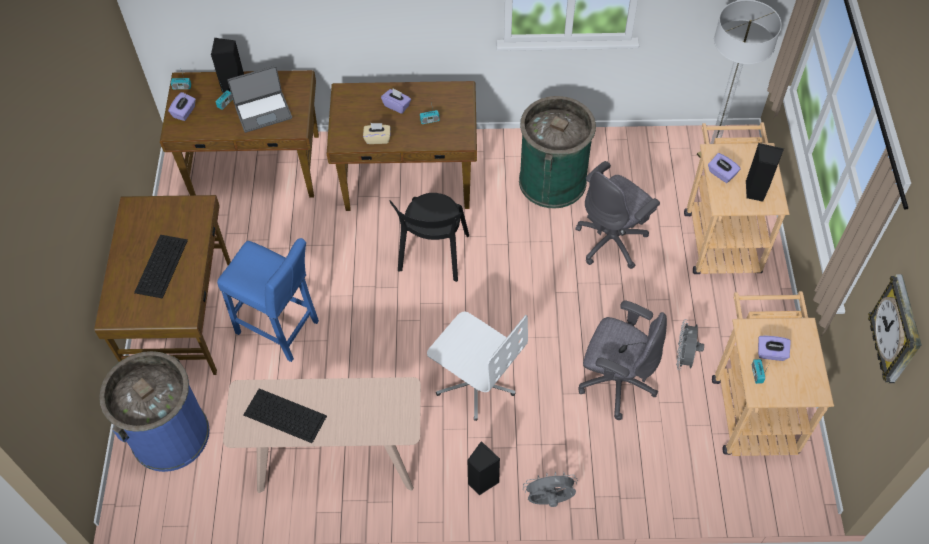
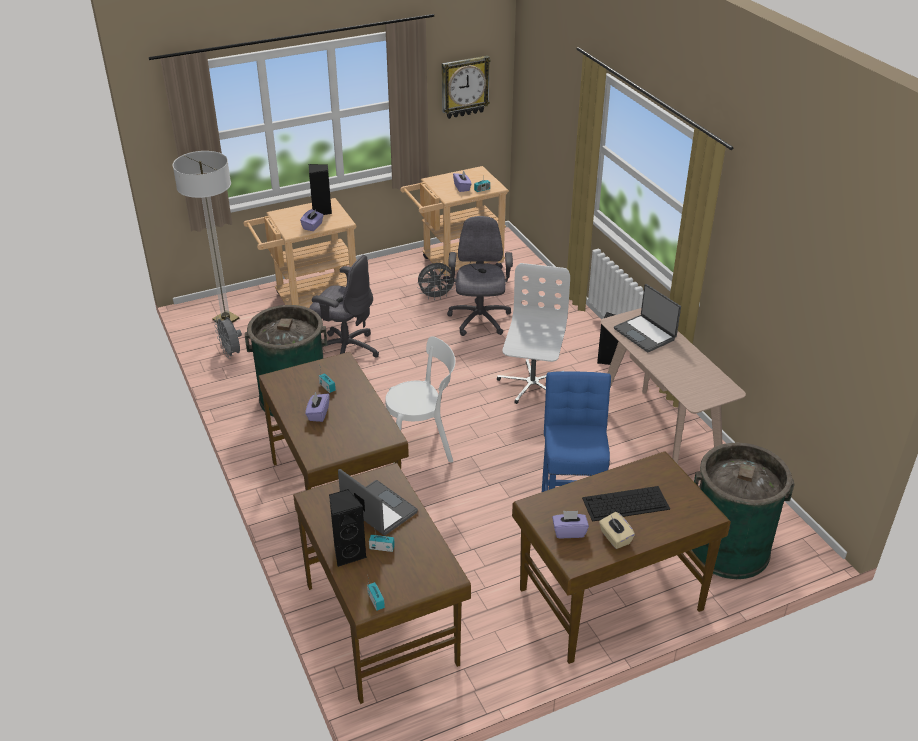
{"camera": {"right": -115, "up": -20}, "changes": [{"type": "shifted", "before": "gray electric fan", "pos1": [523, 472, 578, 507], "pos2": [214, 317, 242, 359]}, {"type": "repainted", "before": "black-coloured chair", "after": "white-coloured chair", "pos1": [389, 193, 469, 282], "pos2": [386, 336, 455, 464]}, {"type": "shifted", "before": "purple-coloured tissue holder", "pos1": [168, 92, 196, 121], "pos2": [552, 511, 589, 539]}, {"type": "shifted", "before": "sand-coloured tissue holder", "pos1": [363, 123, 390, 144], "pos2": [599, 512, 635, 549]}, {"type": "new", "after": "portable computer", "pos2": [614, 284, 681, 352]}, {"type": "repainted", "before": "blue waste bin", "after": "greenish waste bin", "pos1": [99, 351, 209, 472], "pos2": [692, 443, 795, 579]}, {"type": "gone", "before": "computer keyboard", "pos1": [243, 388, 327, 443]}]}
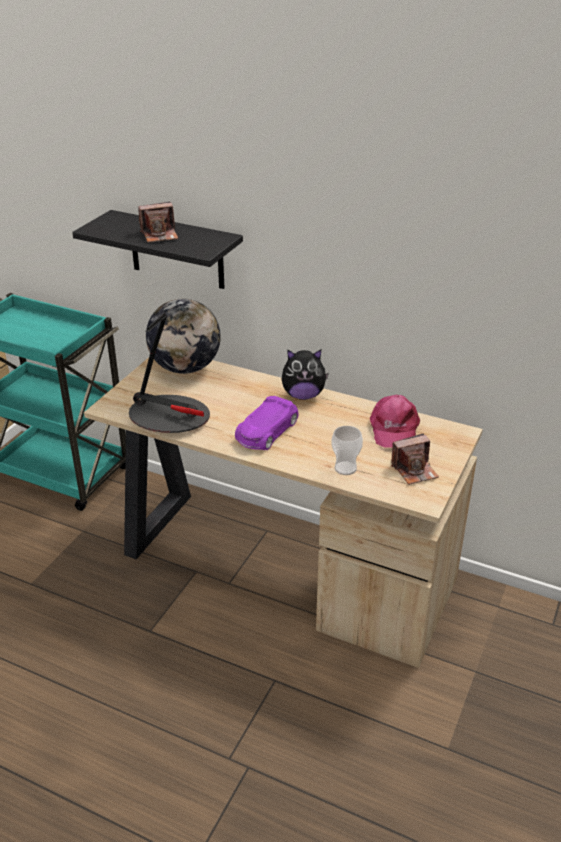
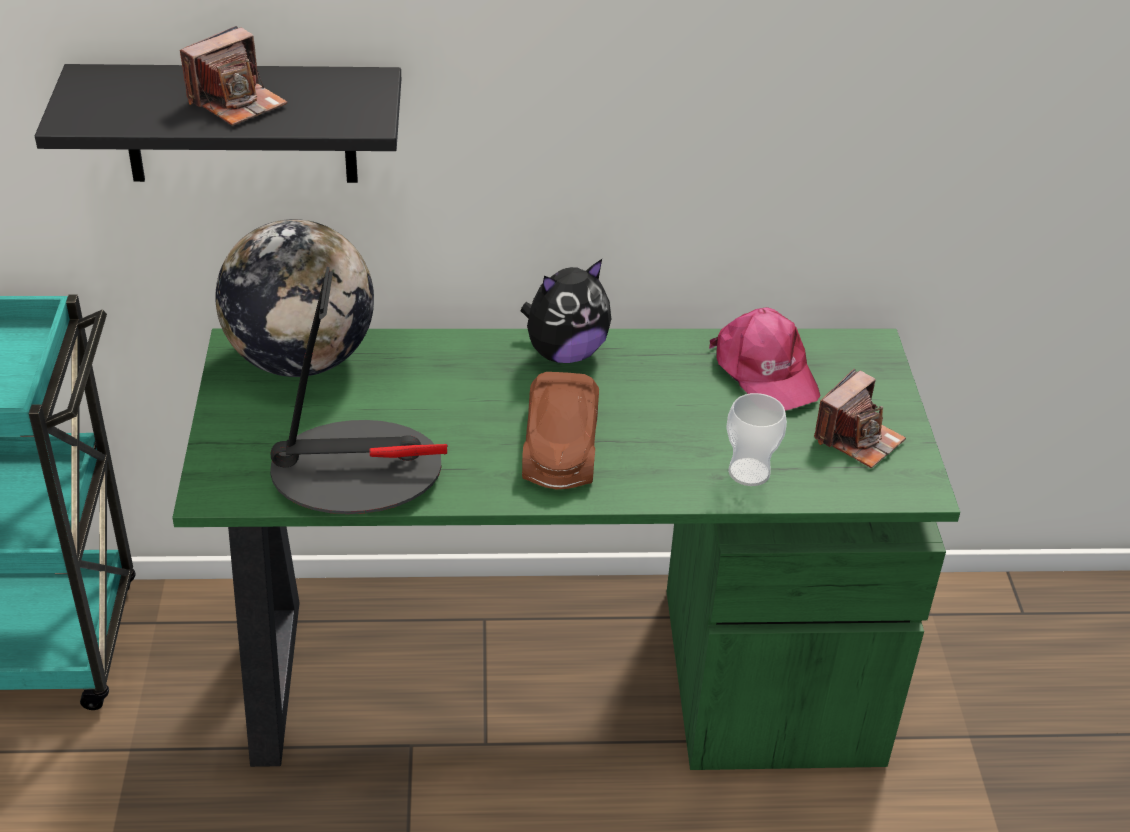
{"camera": {"right": -30, "up": 5}, "changes": [{"type": "repainted", "before": "sand-coloured desk table", "after": "greenish desk table", "pos1": [84, 358, 483, 668], "pos2": [172, 329, 960, 770]}, {"type": "repainted", "before": "purple-coloured toy car", "after": "brown toy car", "pos1": [235, 396, 298, 450], "pos2": [522, 372, 599, 489]}]}
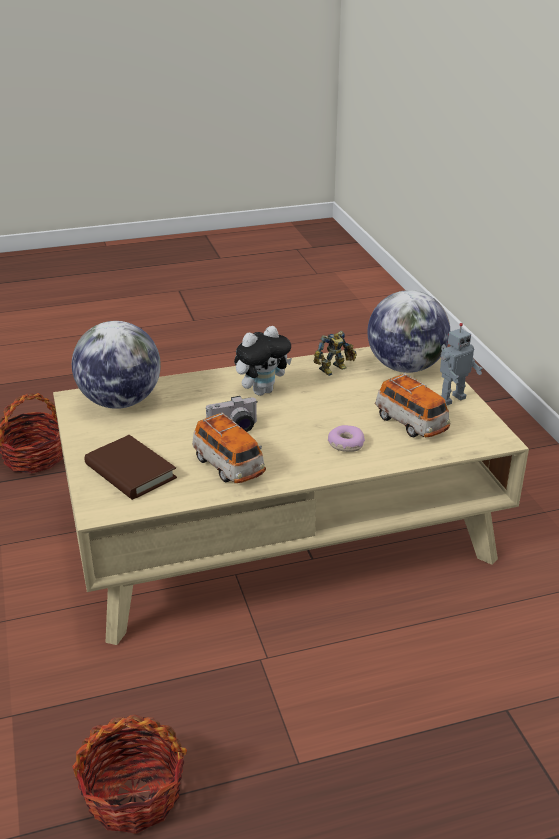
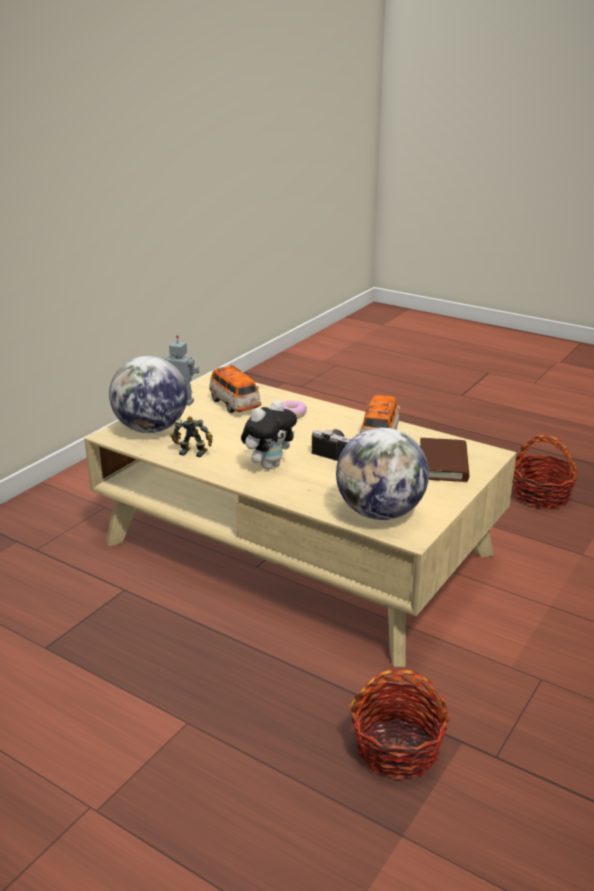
{"camera": {"right": -130, "up": -5}, "changes": [{"type": "rotated", "before": "toy car", "pos1": [375, 373, 450, 437], "pos2": [209, 364, 261, 413], "turn": 135}, {"type": "rotated", "before": "plush toy", "pos1": [234, 326, 292, 396], "pos2": [241, 400, 297, 469], "turn": 120}]}
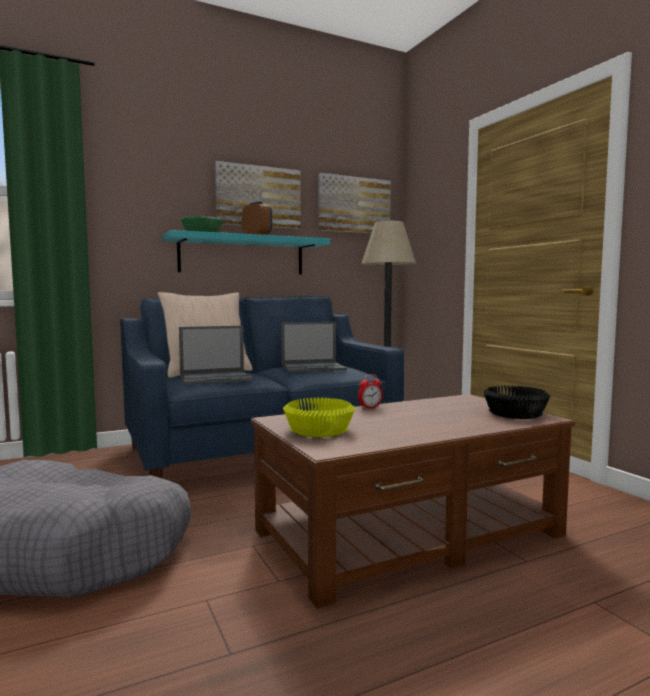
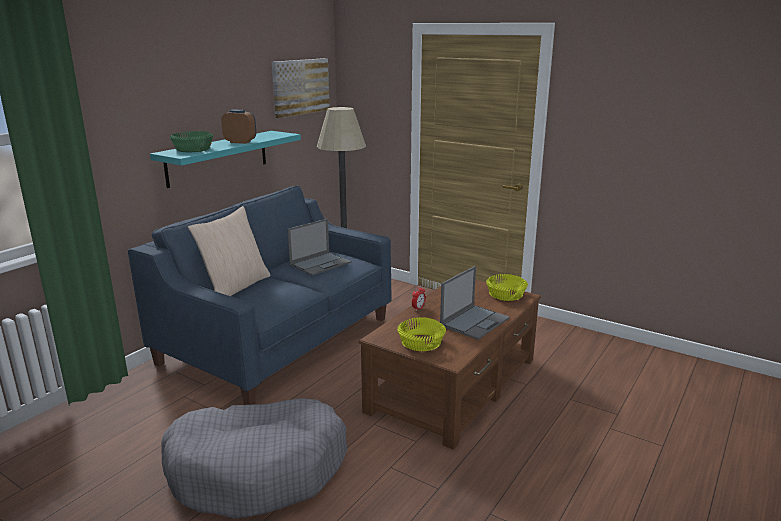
{"camera": {"right": -30, "up": 15}, "changes": [{"type": "shifted", "before": "portable computer", "pos1": [179, 326, 253, 384], "pos2": [440, 266, 510, 340]}, {"type": "repainted", "before": "black-coloured bowl", "after": "yellow bowl", "pos1": [483, 385, 550, 419], "pos2": [486, 274, 528, 301]}, {"type": "gone", "before": "picture", "pos1": [215, 161, 301, 229]}]}
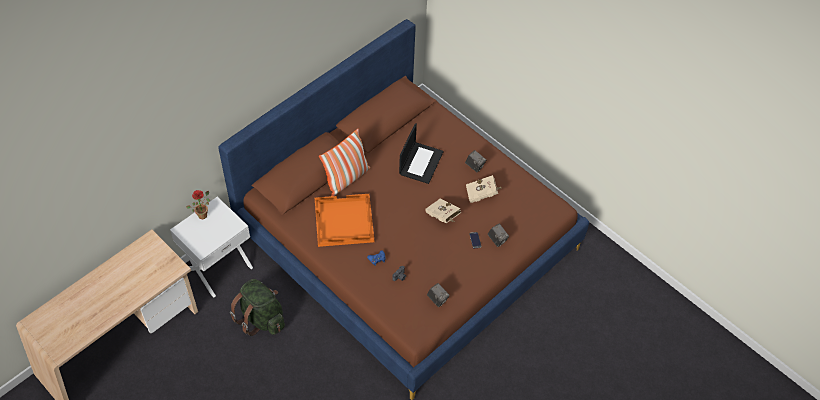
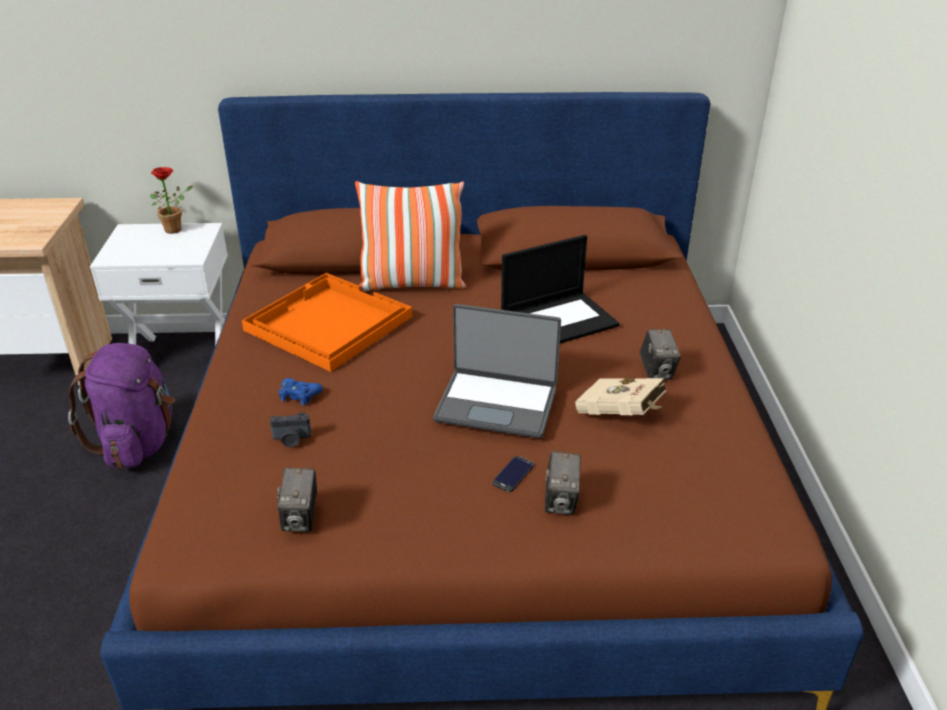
{"camera": {"right": 45, "up": -20}, "changes": [{"type": "repainted", "before": "greenish backpack", "after": "purple-coloured backpack", "pos1": [230, 279, 285, 336], "pos2": [68, 343, 175, 469]}, {"type": "swapped", "before": "sand-coloured volume", "after": "portable computer", "pos1": [426, 198, 461, 223], "pos2": [433, 304, 561, 439]}]}
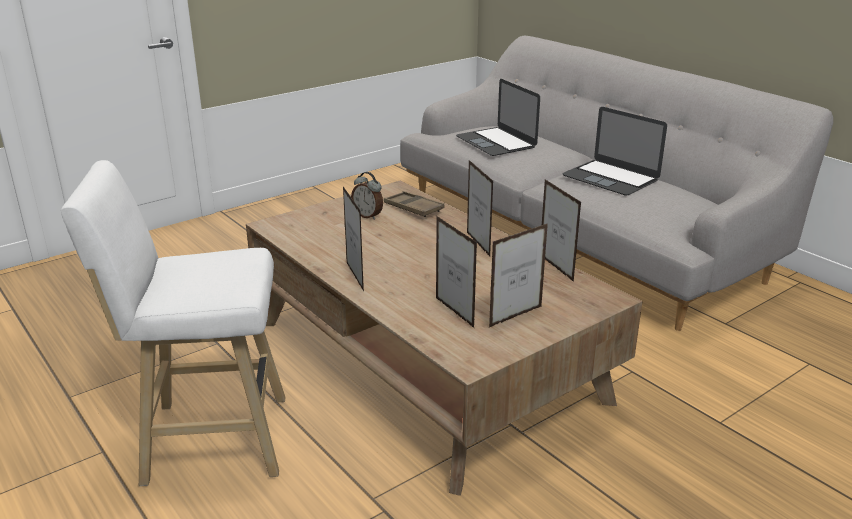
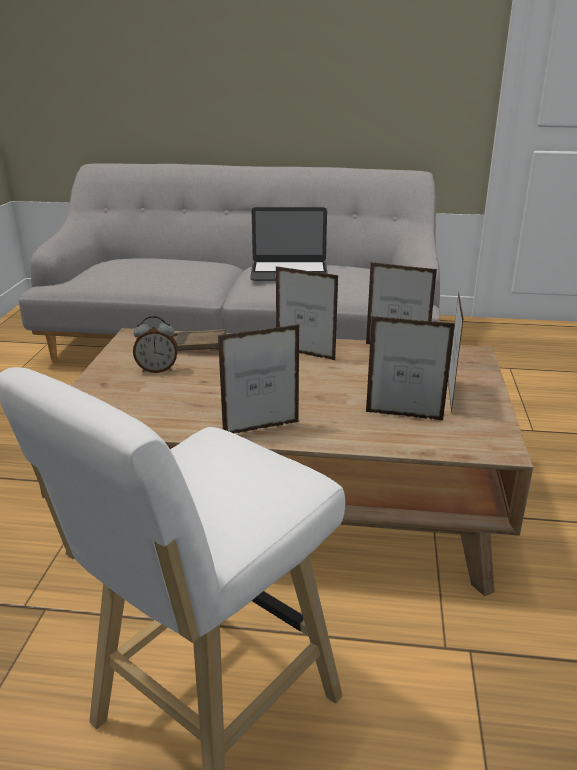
{"camera": {"right": -45, "up": 0}, "changes": [{"type": "rotated", "before": "standing frame", "pos1": [343, 187, 364, 291], "pos2": [218, 324, 300, 433], "turn": -45}, {"type": "gone", "before": "portable computer", "pos1": [456, 79, 540, 156]}]}
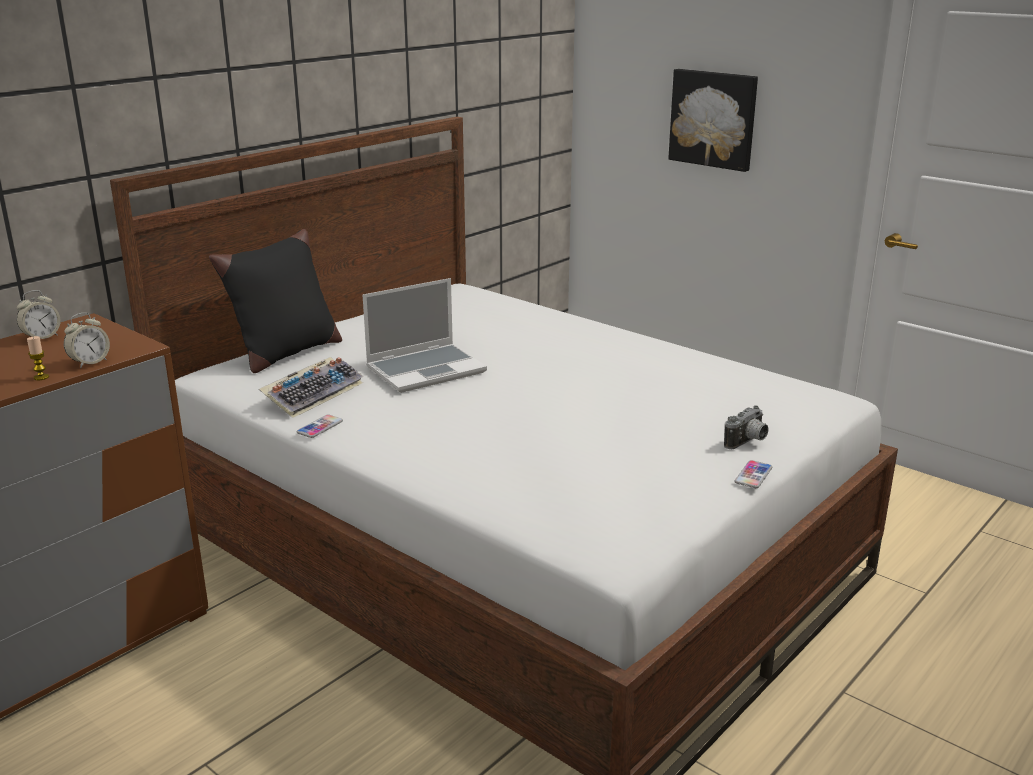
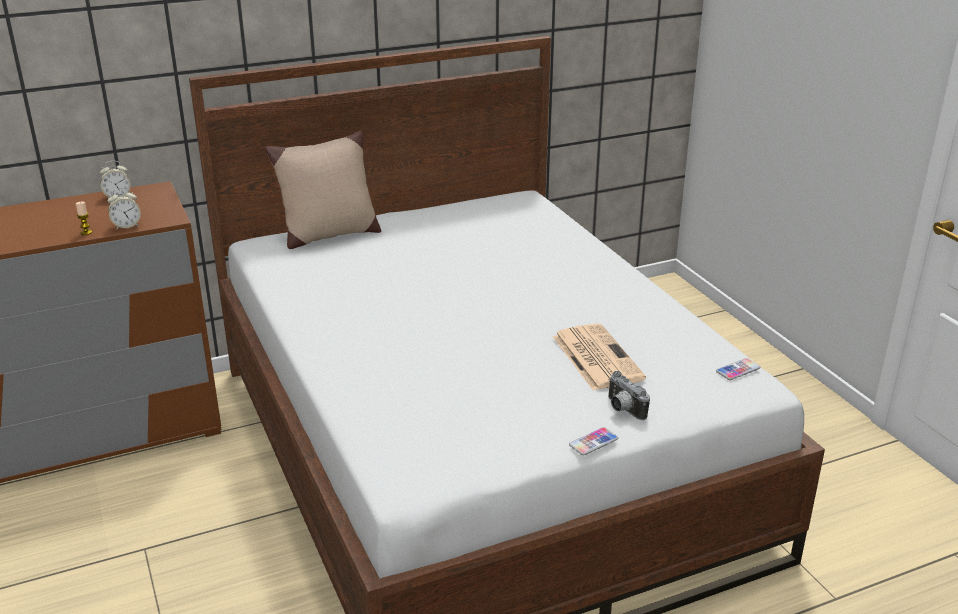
{"camera": {"right": 25, "up": 5}, "changes": [{"type": "repainted", "before": "black-coloured cushion", "after": "sand-coloured cushion", "pos1": [209, 229, 342, 373], "pos2": [265, 131, 381, 249]}, {"type": "new", "after": "daily paper", "pos2": [553, 323, 646, 391]}, {"type": "rotated", "before": "photo camera", "pos1": [724, 405, 768, 449], "pos2": [608, 371, 650, 420], "turn": 75}, {"type": "shifted", "before": "telephone", "pos1": [296, 414, 343, 438], "pos2": [716, 358, 760, 380]}, {"type": "gone", "before": "computer keyboard", "pos1": [259, 357, 364, 418]}, {"type": "gone", "before": "portable computer", "pos1": [363, 278, 487, 393]}, {"type": "gone", "before": "picture", "pos1": [668, 69, 758, 172]}]}
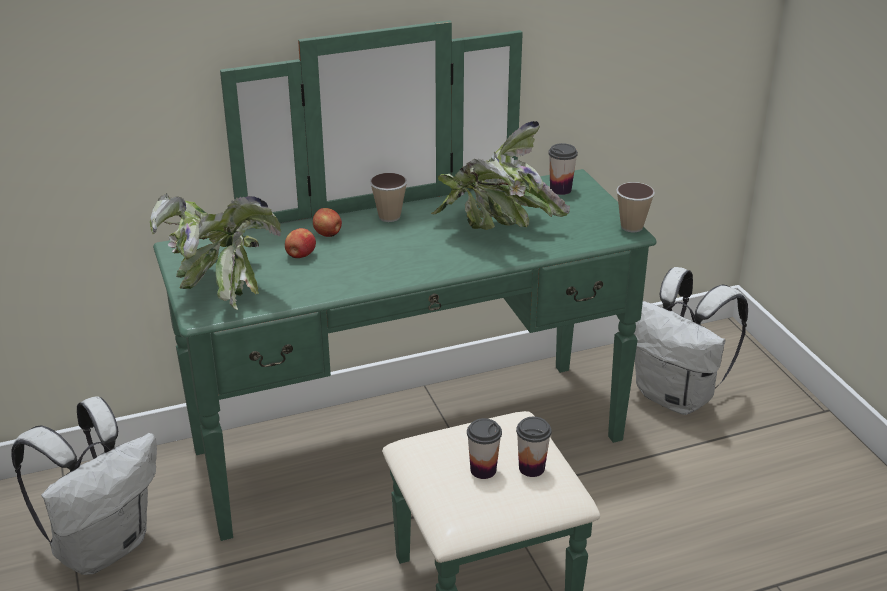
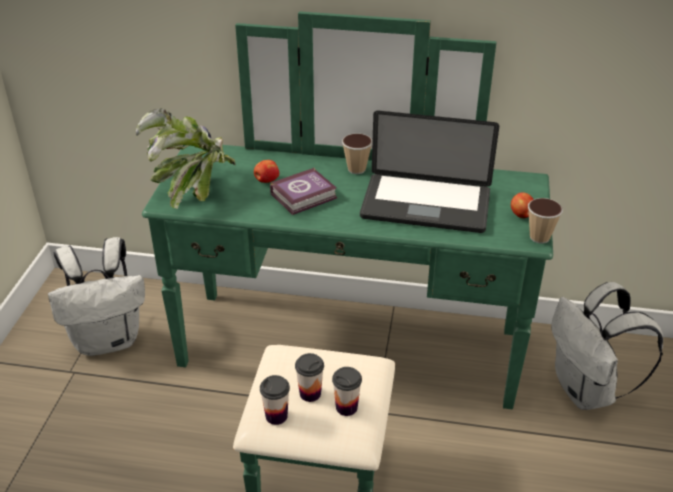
{"camera": {"right": 30, "up": 5}, "changes": [{"type": "shifted", "before": "drinking cup", "pos1": [548, 143, 578, 195], "pos2": [260, 375, 290, 425]}, {"type": "new", "after": "volume", "pos2": [270, 168, 337, 215]}, {"type": "swapped", "before": "plant in a pot", "after": "portable computer", "pos1": [431, 121, 570, 230], "pos2": [360, 111, 499, 233]}, {"type": "shifted", "before": "whole apple", "pos1": [313, 208, 342, 237], "pos2": [511, 192, 534, 218]}]}
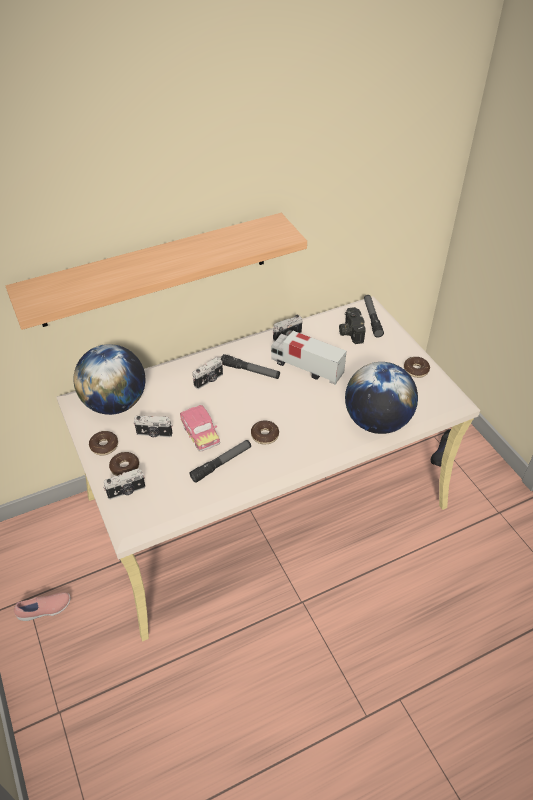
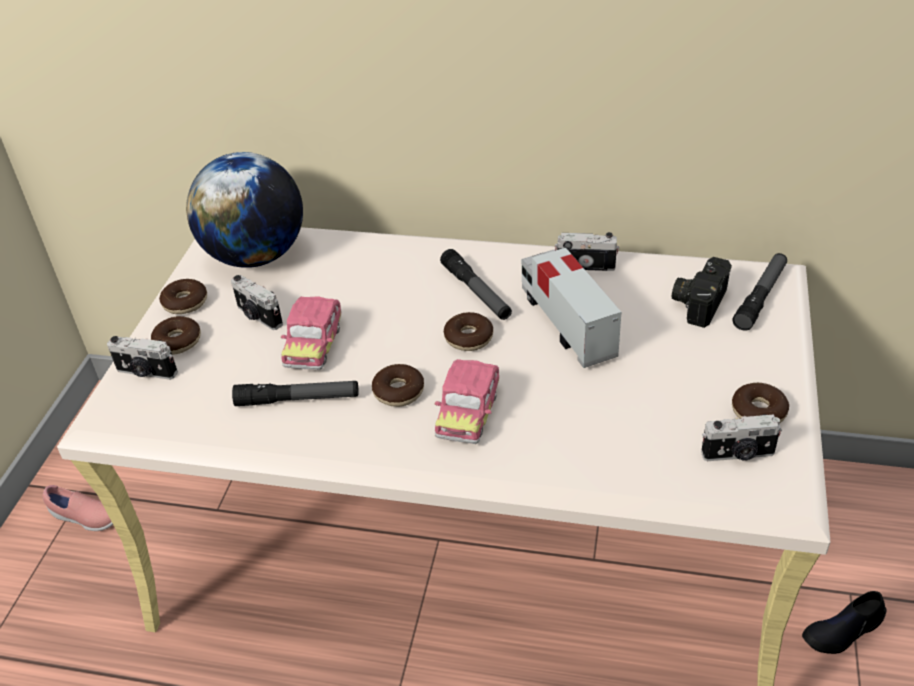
{"camera": {"right": 40, "up": -5}, "changes": [{"type": "new", "after": "toy car", "pos2": [435, 359, 499, 444]}, {"type": "new", "after": "doughnut", "pos2": [444, 312, 493, 351]}, {"type": "shifted", "before": "photo camera", "pos1": [193, 357, 223, 389], "pos2": [701, 414, 782, 461]}, {"type": "gone", "before": "shelf", "pos1": [6, 213, 307, 330]}, {"type": "gone", "before": "world globe", "pos1": [345, 362, 418, 434]}]}
